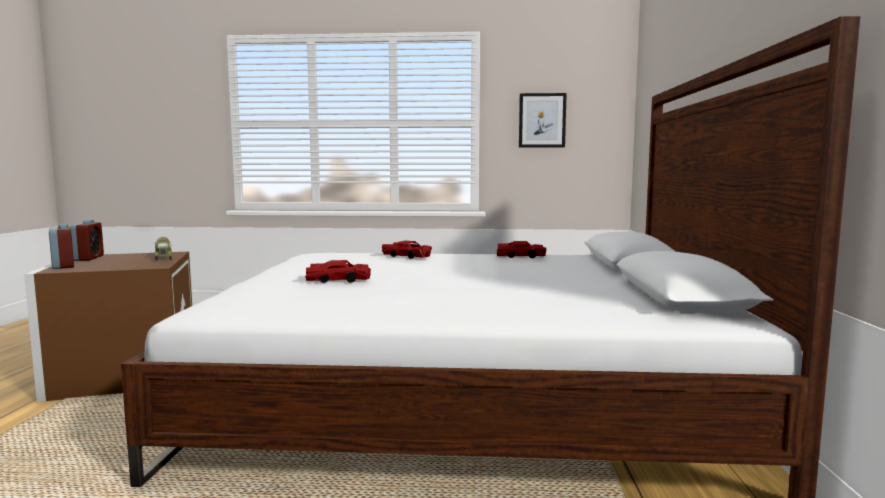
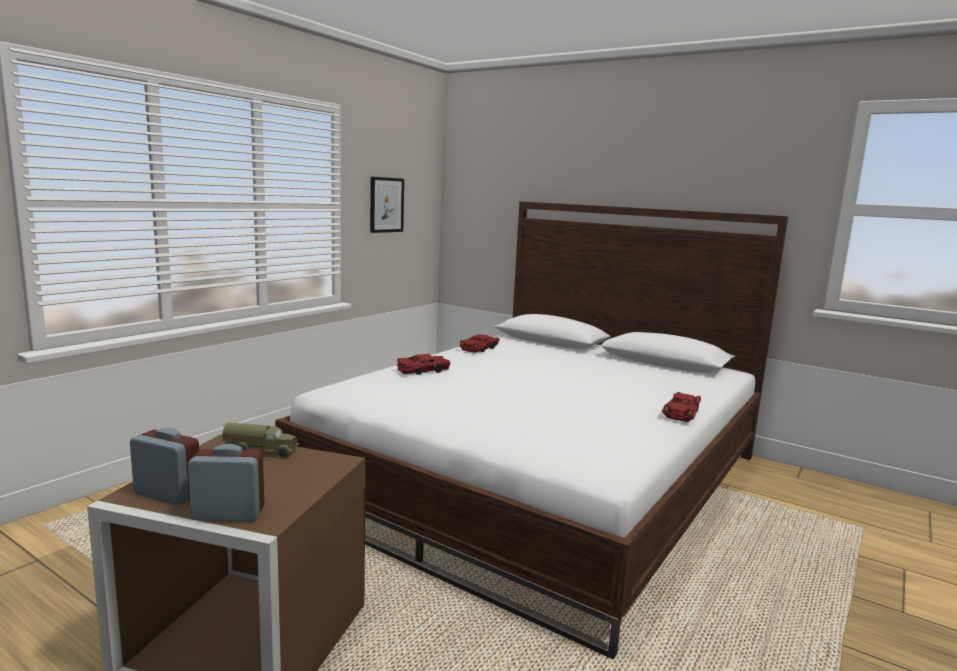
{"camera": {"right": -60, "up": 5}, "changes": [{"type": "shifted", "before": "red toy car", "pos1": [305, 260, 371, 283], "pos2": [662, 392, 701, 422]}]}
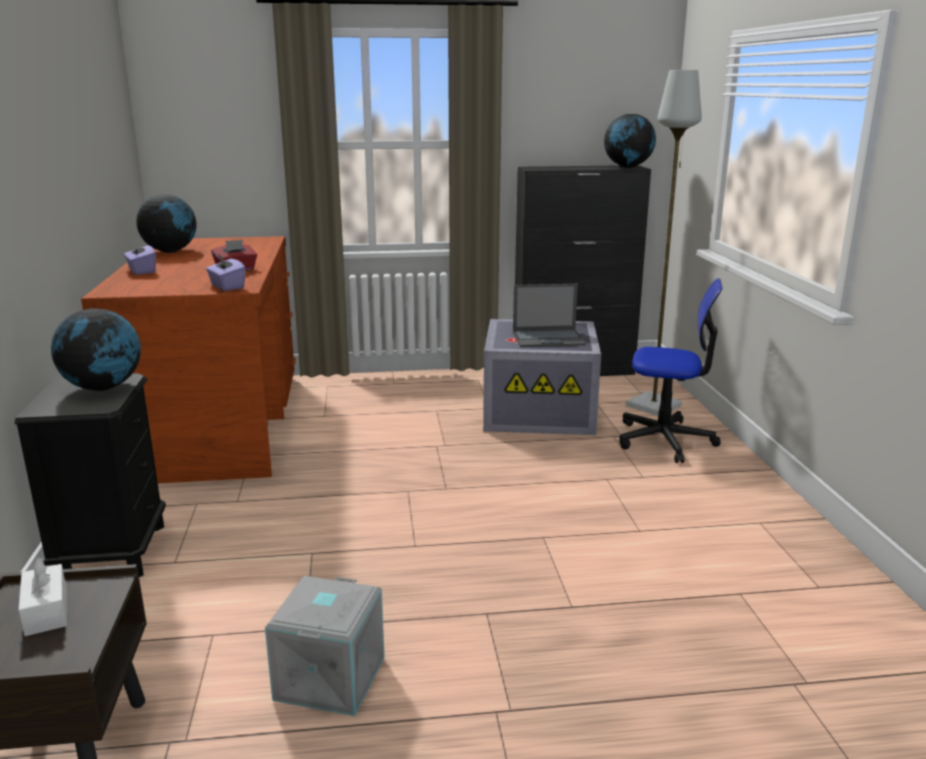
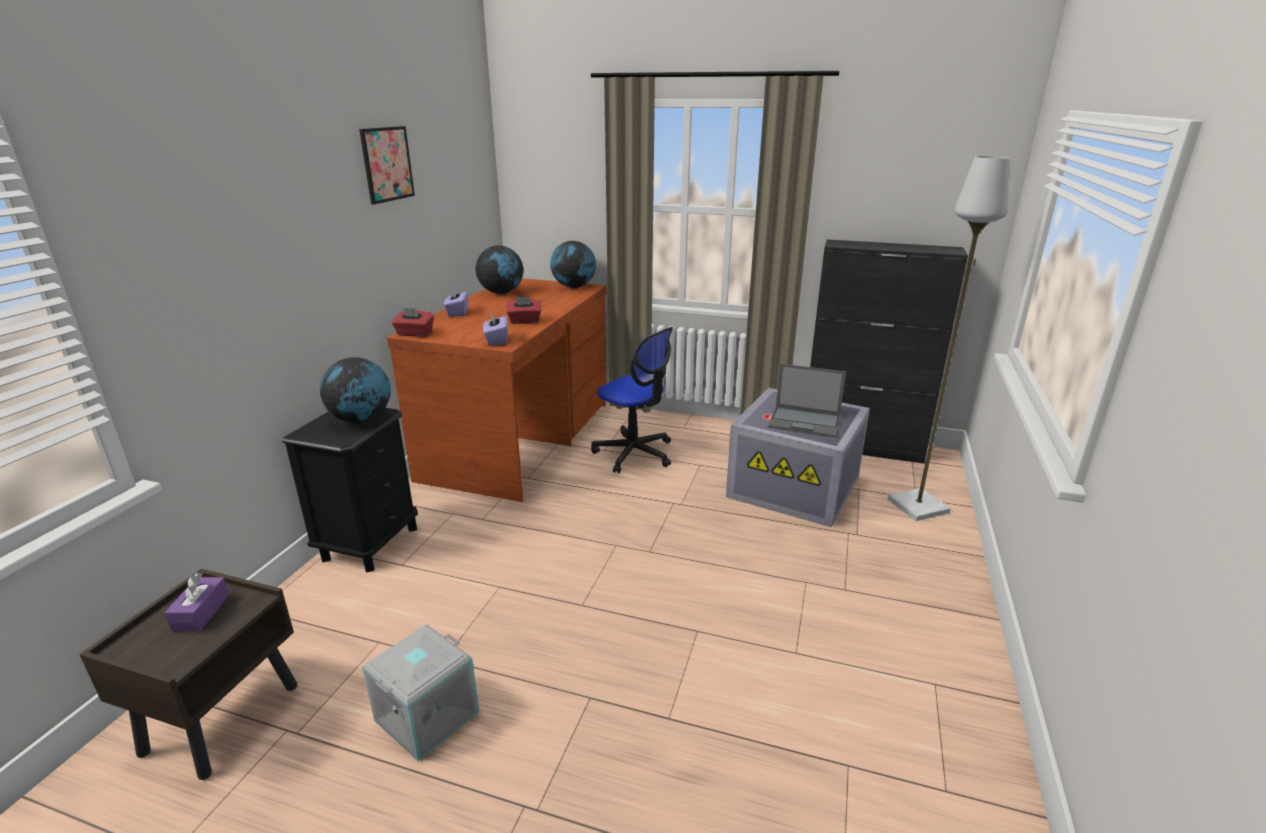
{"camera": {"right": 25, "up": 5}, "changes": [{"type": "repainted", "before": "white-coloured tissue holder", "after": "purple-coloured tissue holder", "pos1": [18, 558, 67, 636], "pos2": [165, 573, 229, 631]}, {"type": "new", "after": "picture", "pos2": [359, 126, 415, 205]}, {"type": "new", "after": "red tissue holder", "pos2": [392, 308, 434, 337]}, {"type": "shifted", "before": "world globe", "pos1": [604, 114, 656, 167], "pos2": [550, 241, 596, 288]}, {"type": "shifted", "before": "desk chair", "pos1": [619, 278, 722, 463], "pos2": [591, 327, 673, 473]}]}
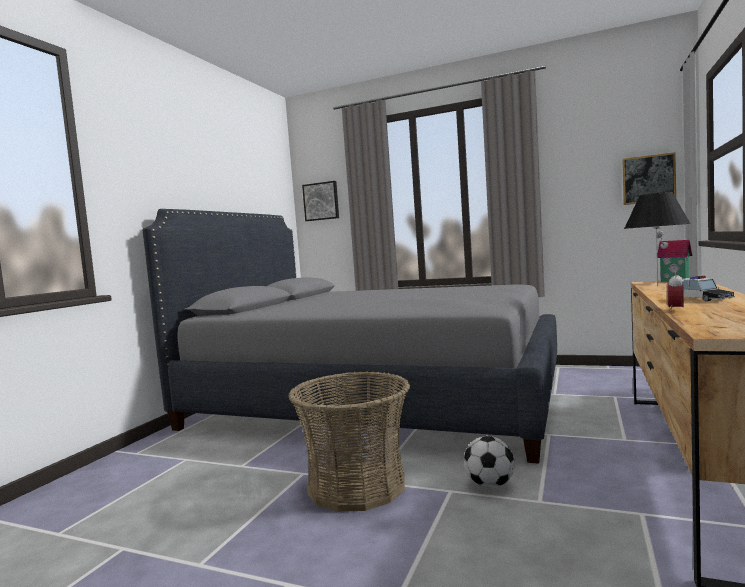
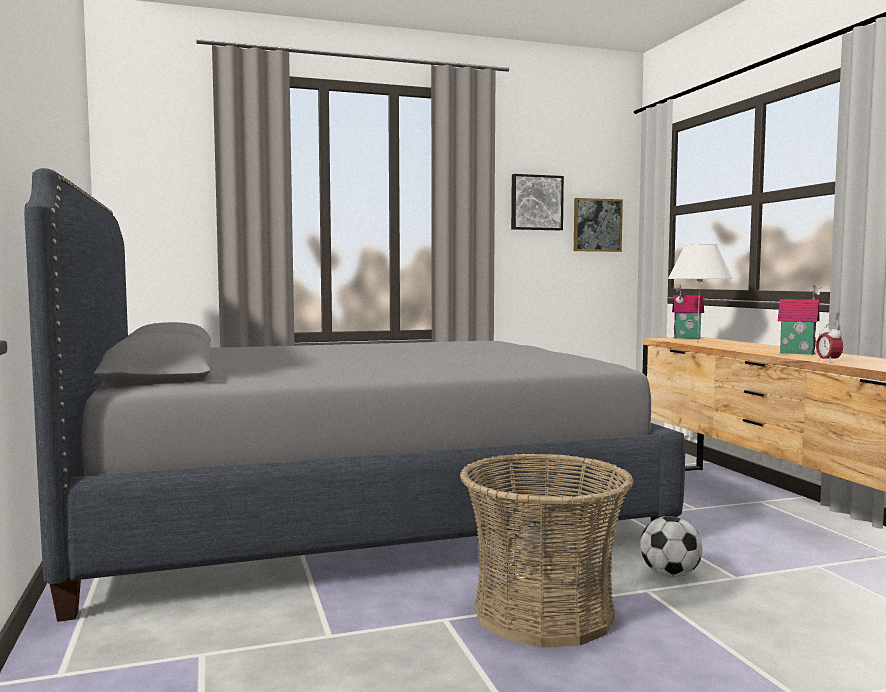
{"camera": {"right": -40, "up": 0}, "changes": [{"type": "shifted", "before": "picture", "pos1": [302, 181, 339, 221], "pos2": [511, 174, 564, 230]}, {"type": "repainted", "before": "black-coloured table lamp", "after": "white-coloured table lamp", "pos1": [624, 192, 691, 287], "pos2": [668, 244, 732, 343]}, {"type": "swapped", "before": "toy car", "after": "toy house", "pos1": [683, 276, 735, 301], "pos2": [778, 285, 822, 355]}]}
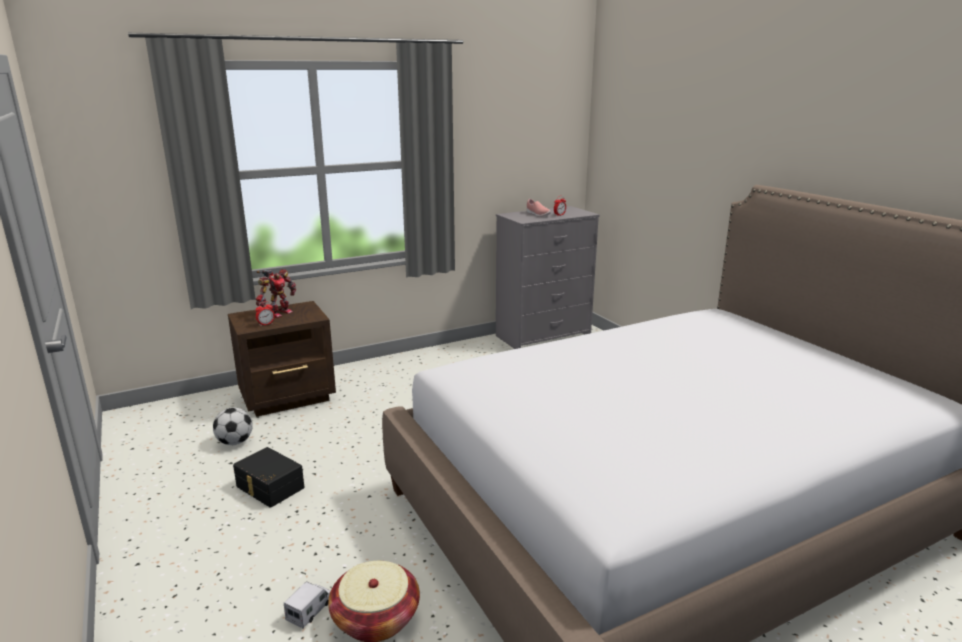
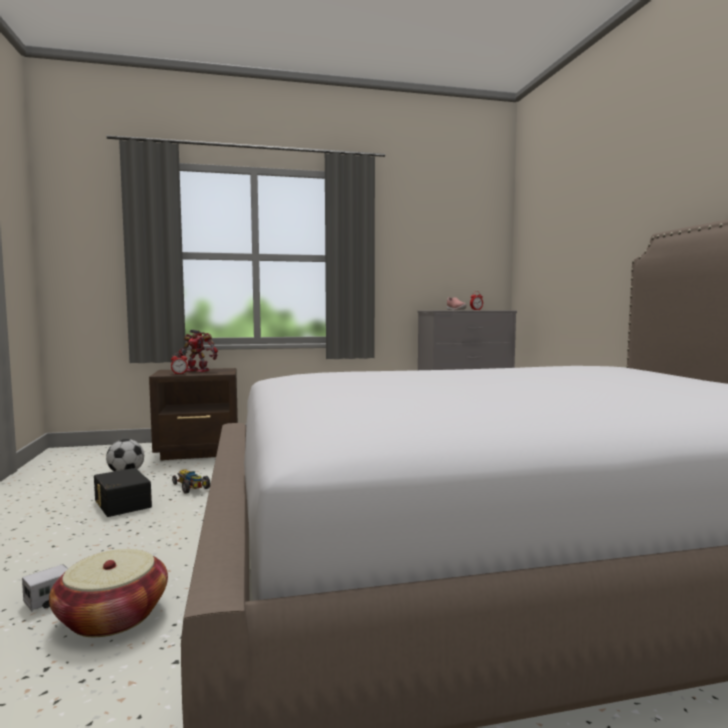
{"camera": {"right": 15, "up": -15}, "changes": [{"type": "new", "after": "toy car", "pos2": [172, 469, 210, 494]}, {"type": "rotated", "before": "toy robot", "pos1": [256, 269, 296, 318], "pos2": [178, 330, 218, 372], "turn": 60}]}
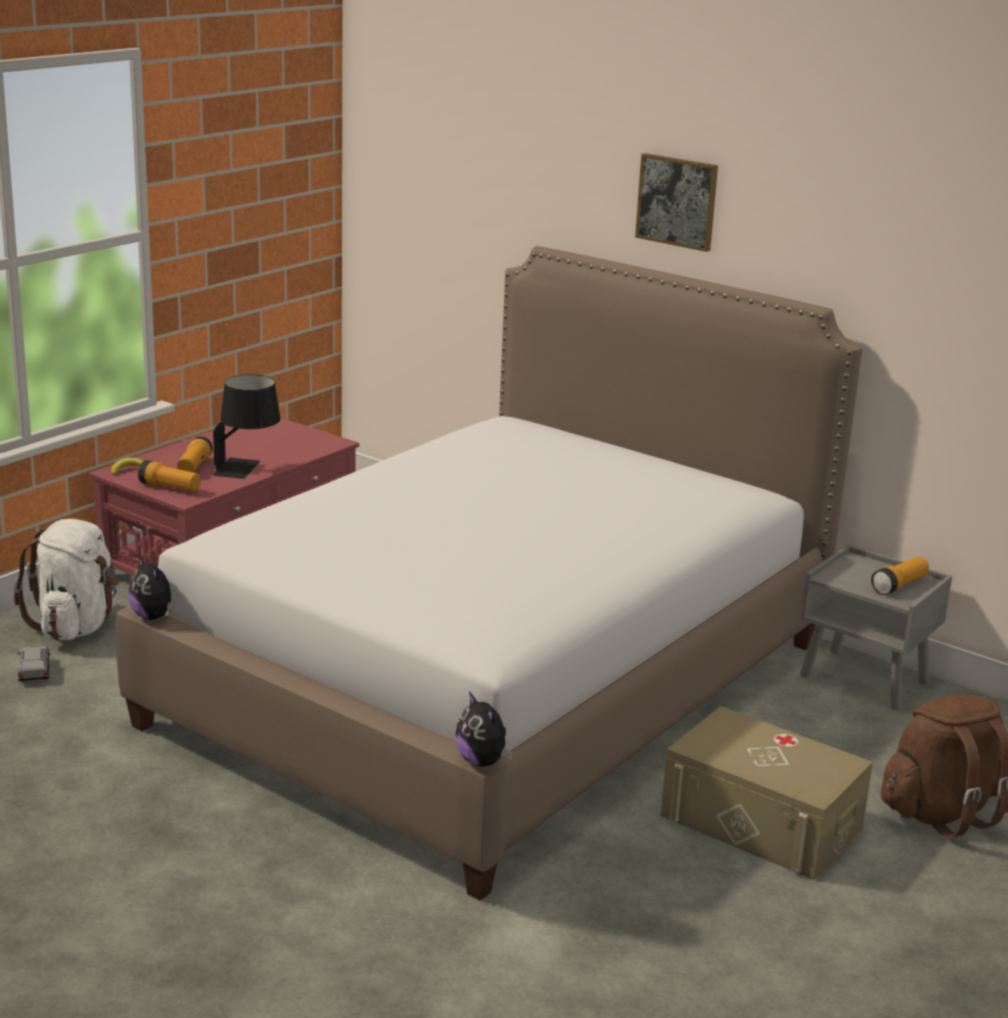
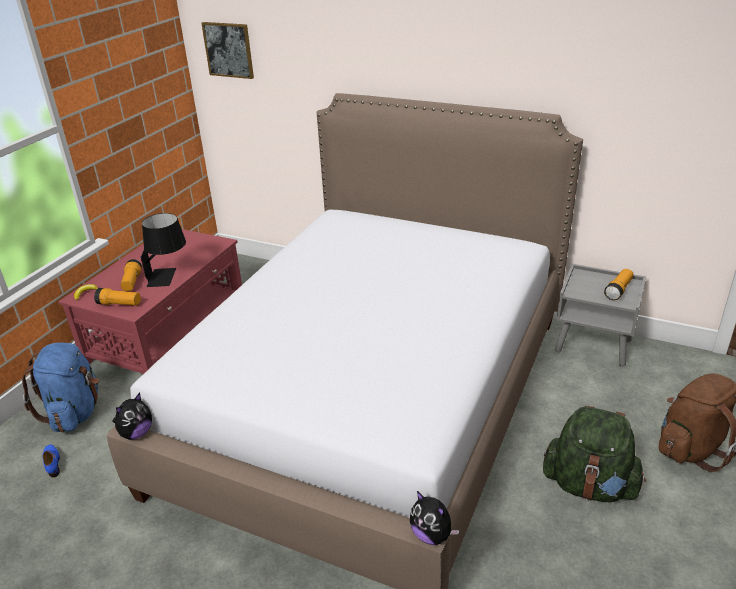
{"camera": {"right": -10, "up": 10}, "changes": [{"type": "repainted", "before": "white-coloured backpack", "after": "blue backpack", "pos1": [14, 519, 119, 640], "pos2": [22, 342, 99, 433]}, {"type": "swapped", "before": "gray toy car", "after": "blue item of footwear", "pos1": [17, 646, 50, 681], "pos2": [43, 445, 60, 477]}, {"type": "rotated", "before": "plush toy", "pos1": [128, 556, 177, 620], "pos2": [112, 393, 152, 440], "turn": -90}, {"type": "shifted", "before": "picture", "pos1": [635, 153, 718, 252], "pos2": [201, 22, 254, 79]}, {"type": "swapped", "before": "sand-coloured storage box", "after": "greenish backpack", "pos1": [661, 706, 873, 880], "pos2": [543, 406, 646, 502]}]}
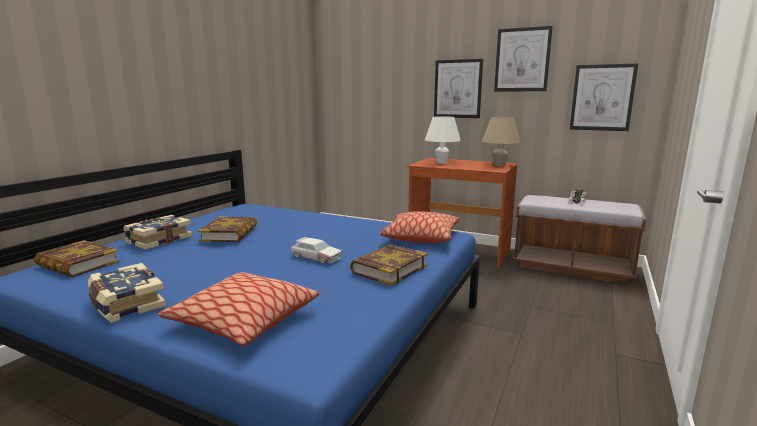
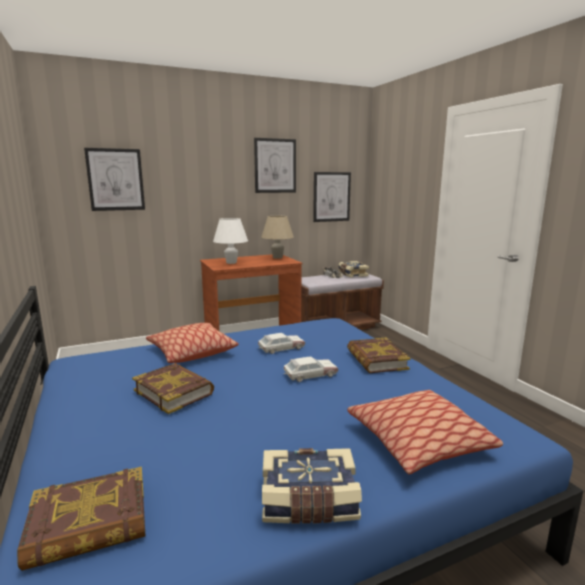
{"camera": {"right": -50, "up": 0}, "changes": [{"type": "shifted", "before": "picture", "pos1": [434, 59, 483, 118], "pos2": [84, 148, 145, 211]}, {"type": "shifted", "before": "cushion", "pos1": [380, 211, 459, 243], "pos2": [146, 323, 239, 363]}, {"type": "new", "after": "toy car", "pos2": [258, 333, 305, 354]}, {"type": "shifted", "before": "volume", "pos1": [123, 215, 192, 250], "pos2": [338, 261, 369, 278]}]}
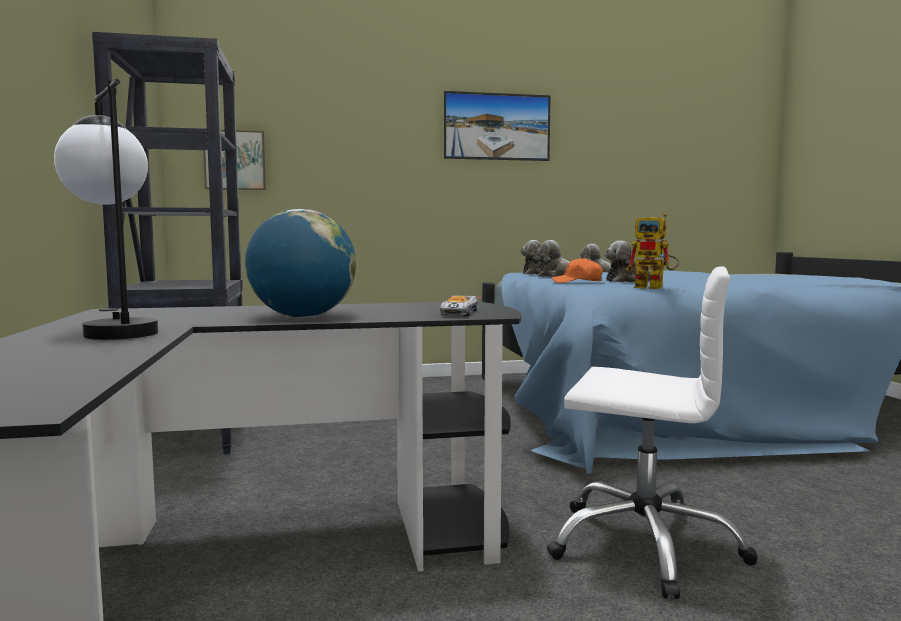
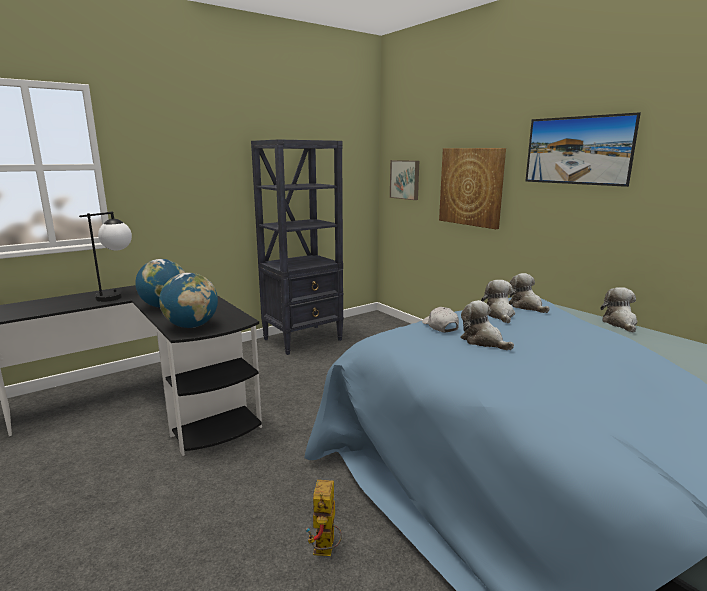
{"camera": {"right": 65, "up": 10}, "changes": [{"type": "swapped", "before": "toy car", "after": "world globe", "pos1": [440, 296, 482, 316], "pos2": [159, 273, 218, 328]}, {"type": "shifted", "before": "toy robot", "pos1": [626, 213, 680, 289], "pos2": [306, 480, 342, 556]}, {"type": "repainted", "before": "orange peaked cap", "after": "white-coloured peaked cap", "pos1": [552, 258, 603, 283], "pos2": [422, 307, 459, 332]}, {"type": "new", "after": "picture", "pos2": [439, 148, 506, 229]}, {"type": "gone", "before": "white-coloured desk chair", "pos1": [547, 266, 758, 599]}]}
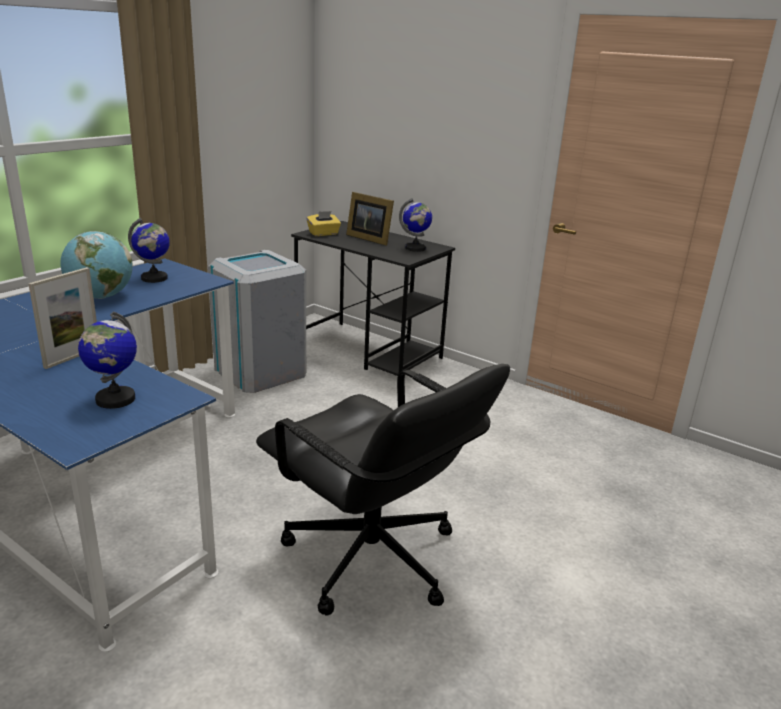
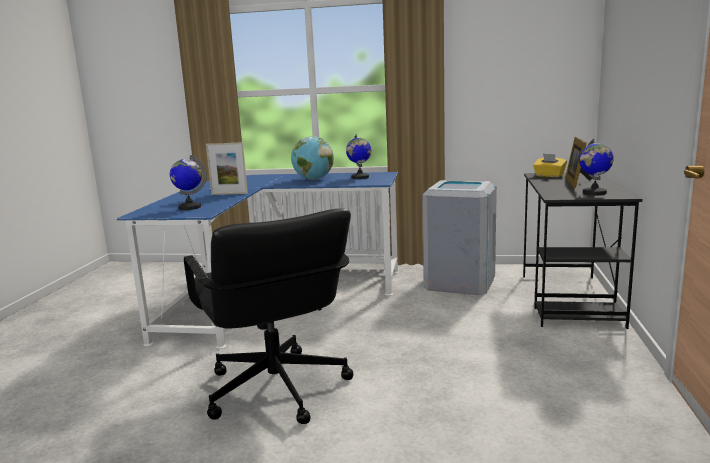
{"camera": {"right": 65, "up": -10}, "changes": [{"type": "rotated", "before": "black-coloured desk chair", "pos1": [256, 364, 510, 616], "pos2": [184, 209, 353, 424], "turn": -45}]}
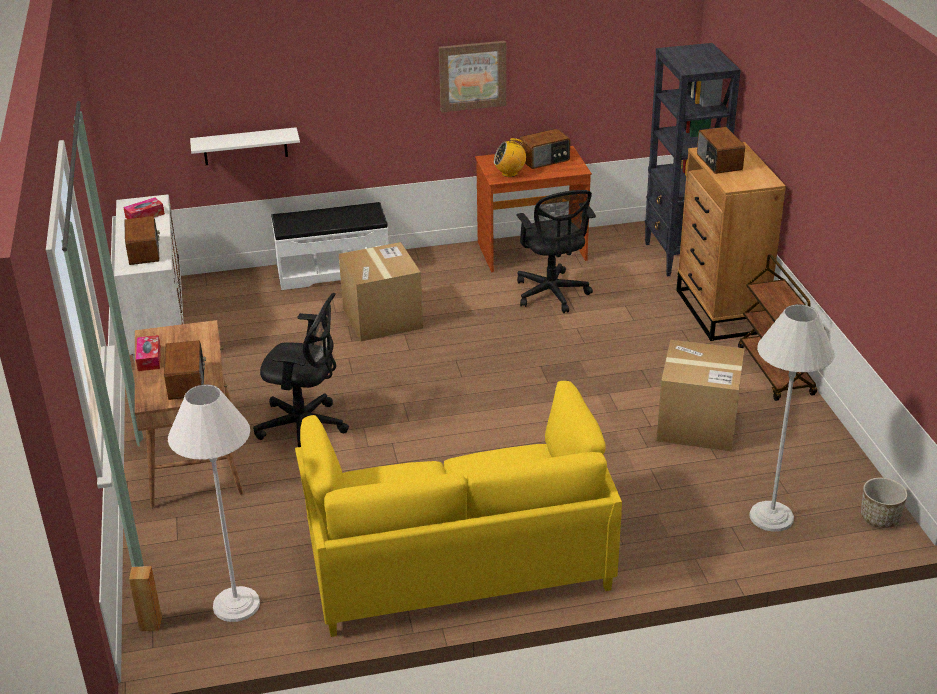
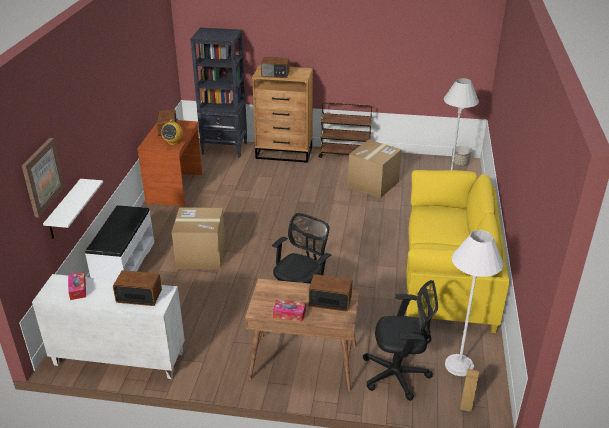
{"camera": {"right": -70, "up": 0}, "changes": [{"type": "shifted", "before": "picture", "pos1": [439, 41, 506, 112], "pos2": [22, 138, 65, 218]}, {"type": "shifted", "before": "black-coloured desk chair", "pos1": [516, 190, 596, 313], "pos2": [363, 280, 438, 401]}]}
